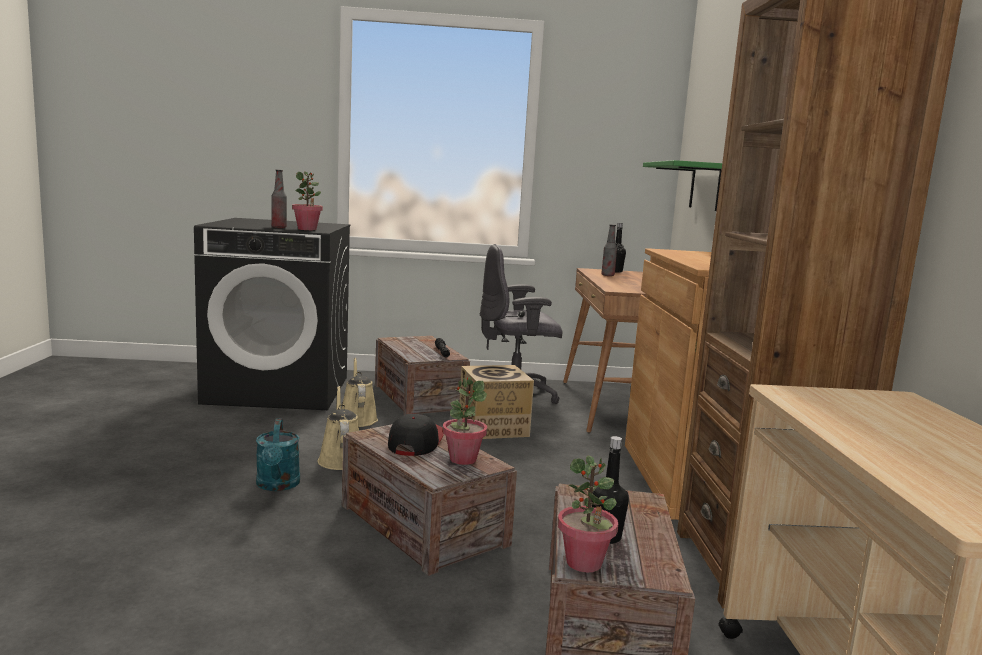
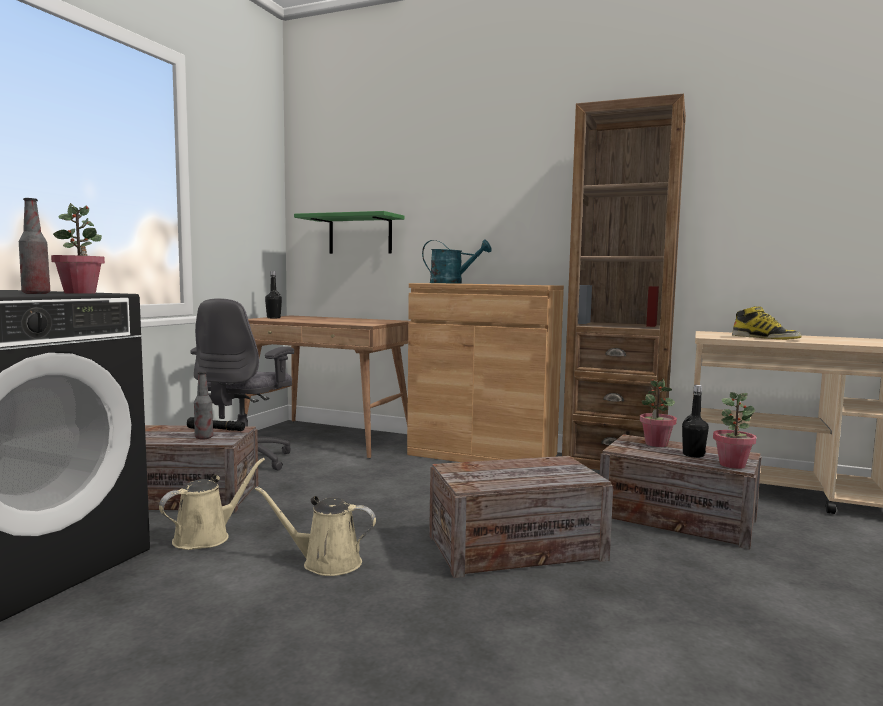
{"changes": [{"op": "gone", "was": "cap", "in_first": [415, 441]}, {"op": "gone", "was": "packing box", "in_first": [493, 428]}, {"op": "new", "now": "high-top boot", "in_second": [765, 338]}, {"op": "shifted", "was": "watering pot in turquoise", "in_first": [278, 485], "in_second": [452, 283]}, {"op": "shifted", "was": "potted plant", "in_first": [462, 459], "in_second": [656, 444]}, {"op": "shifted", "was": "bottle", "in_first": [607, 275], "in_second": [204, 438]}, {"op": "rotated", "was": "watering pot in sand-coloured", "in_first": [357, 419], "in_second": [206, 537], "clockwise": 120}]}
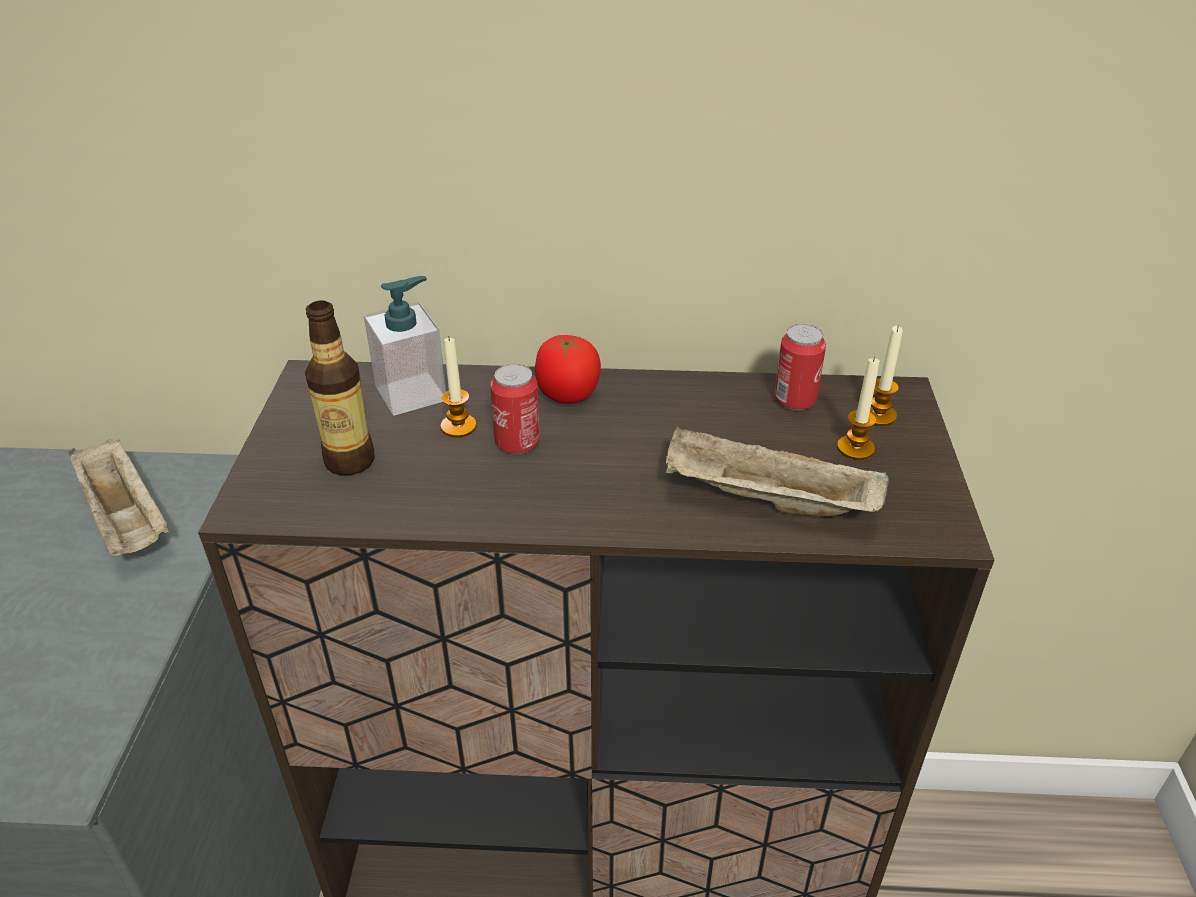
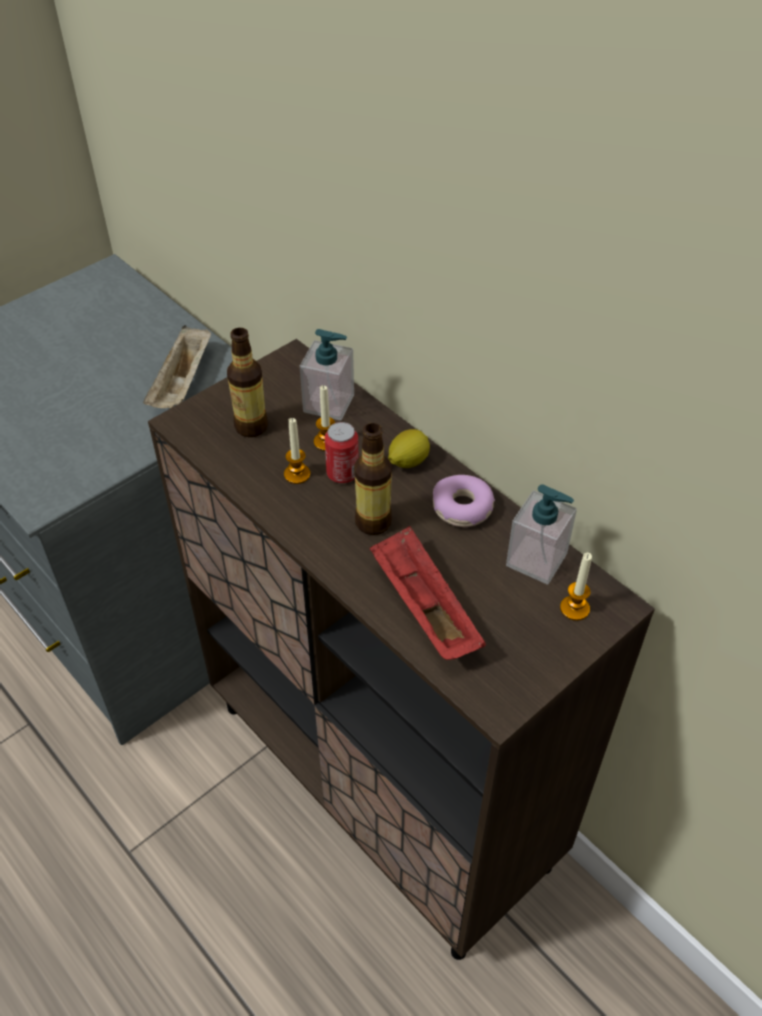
{"changes": [{"op": "new", "now": "bottle", "in_second": [373, 522]}, {"op": "new", "now": "donut", "in_second": [462, 508]}, {"op": "shifted", "was": "wax light", "in_first": [855, 448], "in_second": [297, 474]}, {"op": "swapped", "was": "fresh tomato", "now": "whole lemon", "in_first": [567, 395], "in_second": [408, 462]}, {"op": "swapped", "was": "sealed can", "now": "soap dispenser", "in_first": [794, 400], "in_second": [537, 560]}, {"op": "repainted", "was": "serving tray in sand-coloured", "now": "serving tray in red", "in_first": [765, 501], "in_second": [422, 608]}]}
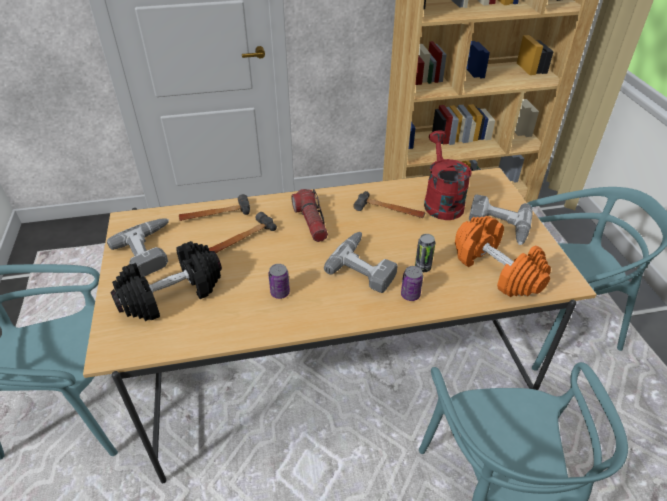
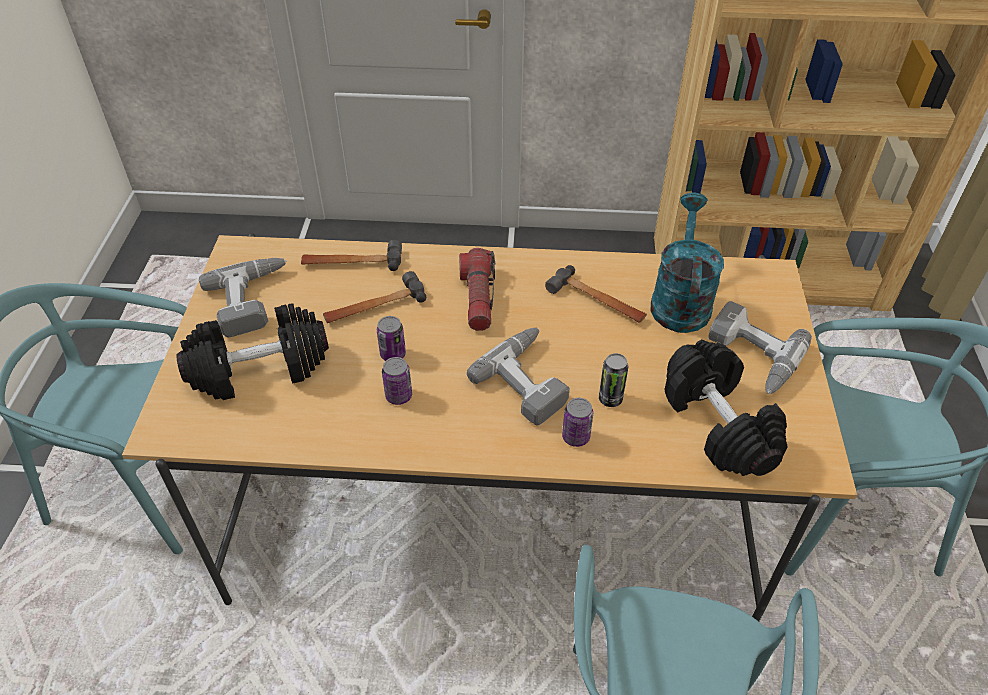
{"changes": [{"op": "new", "now": "sealed can", "in_second": [393, 354]}, {"op": "repainted", "was": "watering pot in red", "now": "watering pot in turquoise", "in_first": [441, 201], "in_second": [680, 300]}, {"op": "repainted", "was": "dumbbell in orangey", "now": "dumbbell in blackish", "in_first": [497, 270], "in_second": [719, 425]}]}
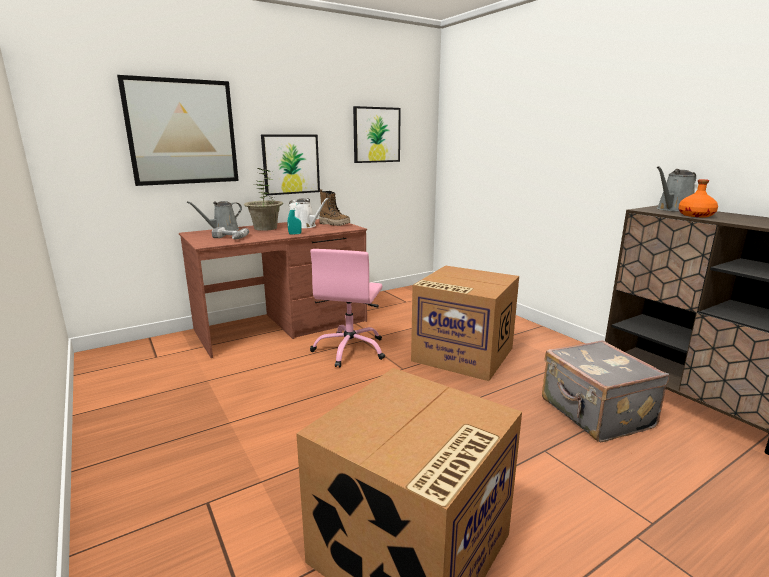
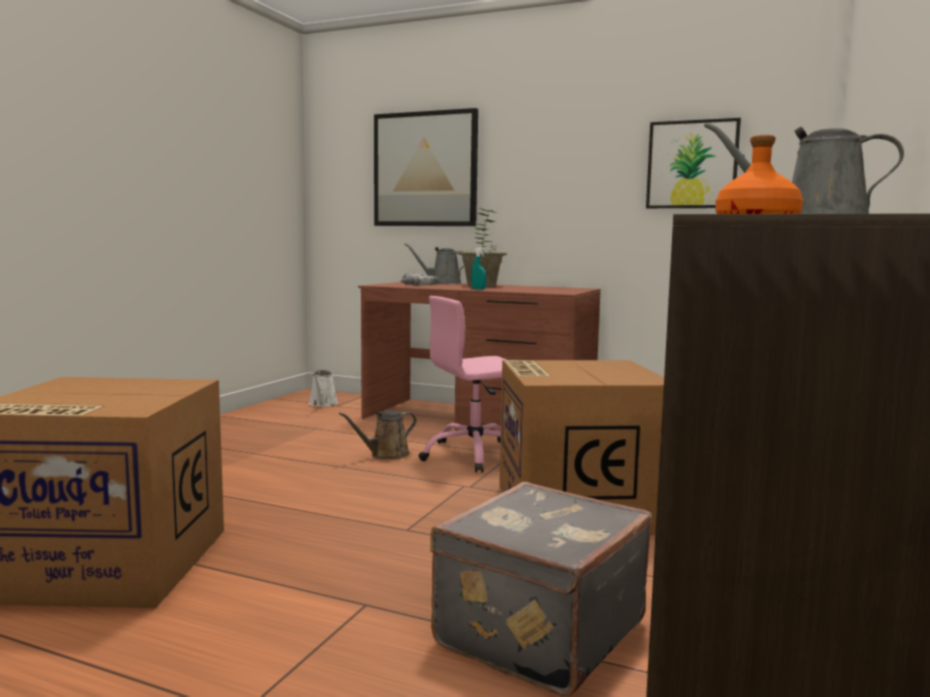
{"changes": [{"op": "gone", "was": "picture", "in_first": [291, 164]}, {"op": "gone", "was": "high-top boot", "in_first": [334, 224]}, {"op": "new", "now": "watering pot in brownish", "in_second": [386, 455]}, {"op": "shifted", "was": "watering pot in white", "in_first": [306, 226], "in_second": [322, 404]}]}
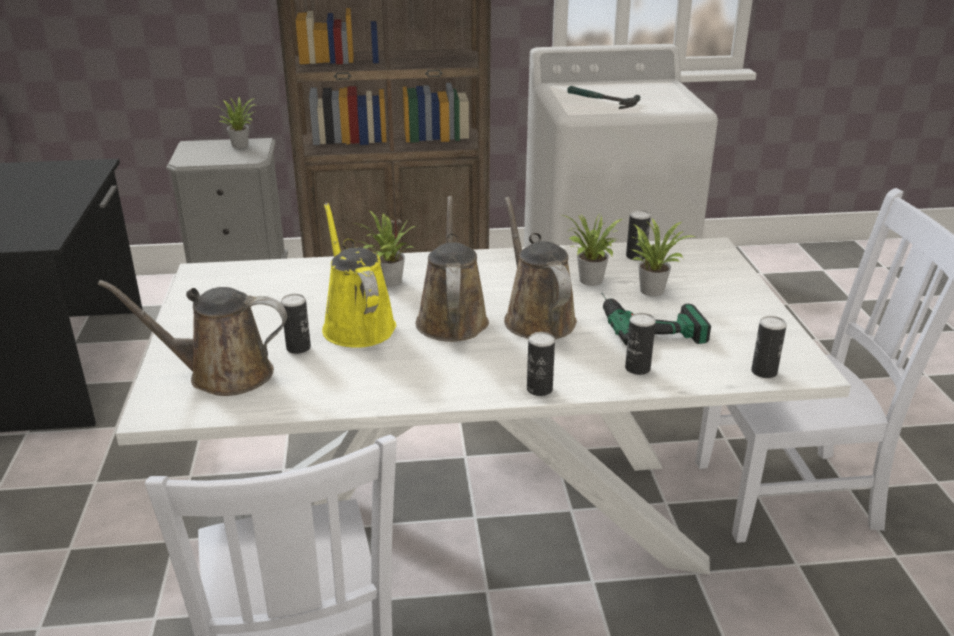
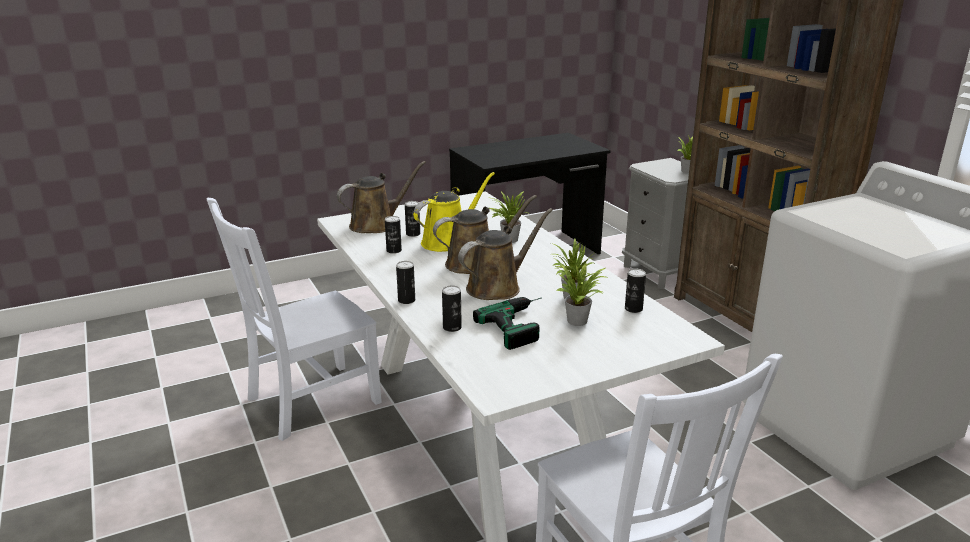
{"changes": [{"op": "gone", "was": "tool hammer", "in_first": [600, 101]}, {"op": "shifted", "was": "sealed can", "in_first": [764, 372], "in_second": [394, 250]}, {"op": "rotated", "was": "watering pot in brownish", "in_first": [222, 374], "in_second": [376, 224], "clockwise": 75}]}
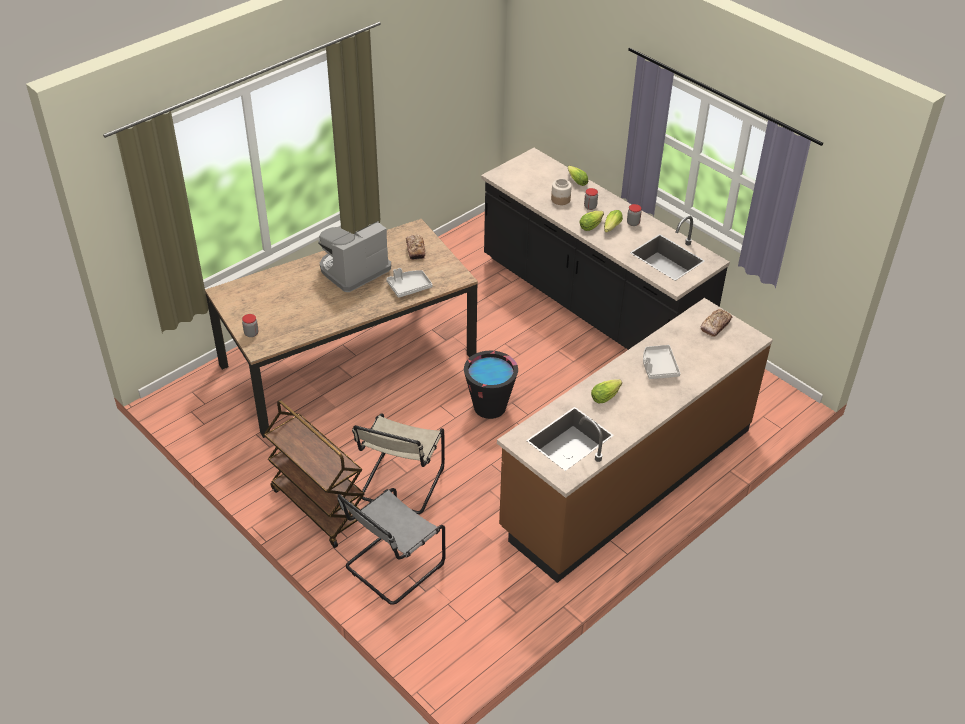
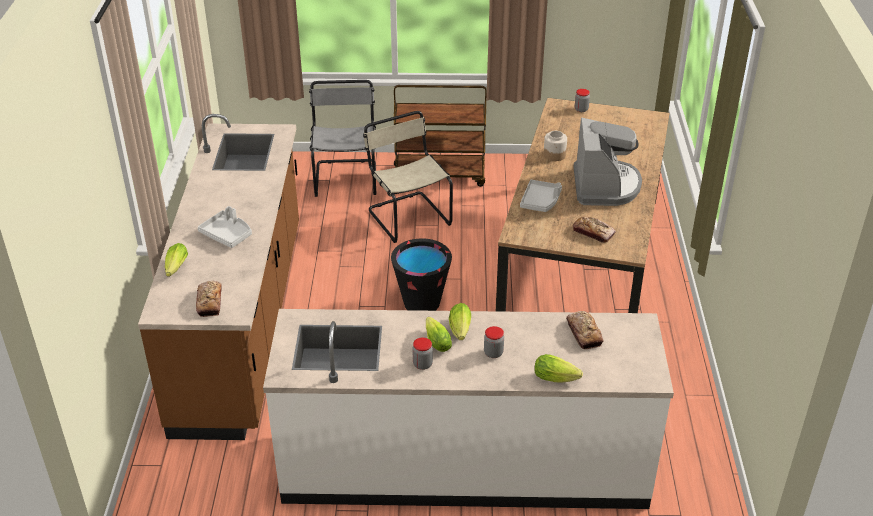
{"changes": [{"op": "new", "now": "bread", "in_second": [584, 333]}, {"op": "shifted", "was": "storage jar", "in_first": [560, 199], "in_second": [554, 155]}, {"op": "shifted", "was": "lettuce head", "in_first": [606, 396], "in_second": [175, 269]}, {"op": "repainted", "was": "kitchen counter in blackish", "now": "kitchen counter in white", "in_first": [591, 306], "in_second": [464, 465]}]}
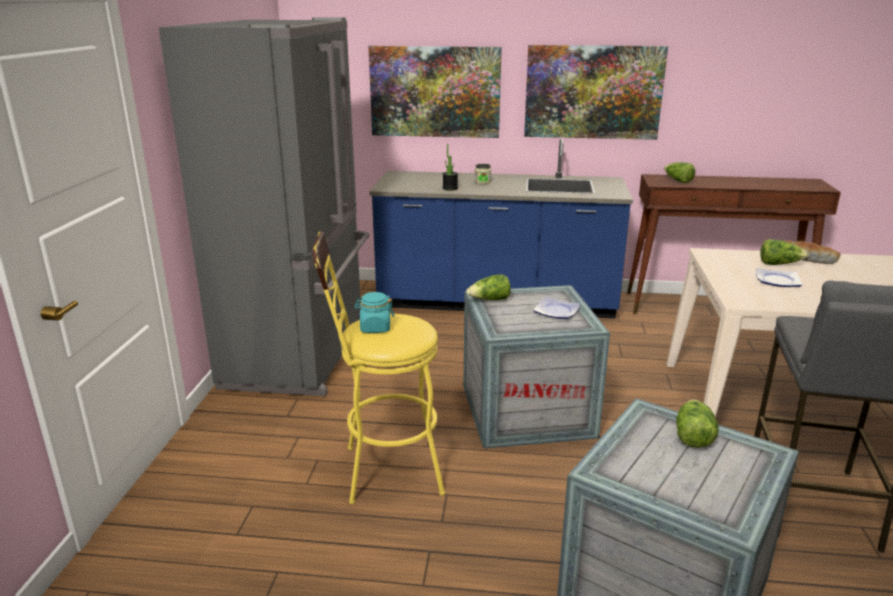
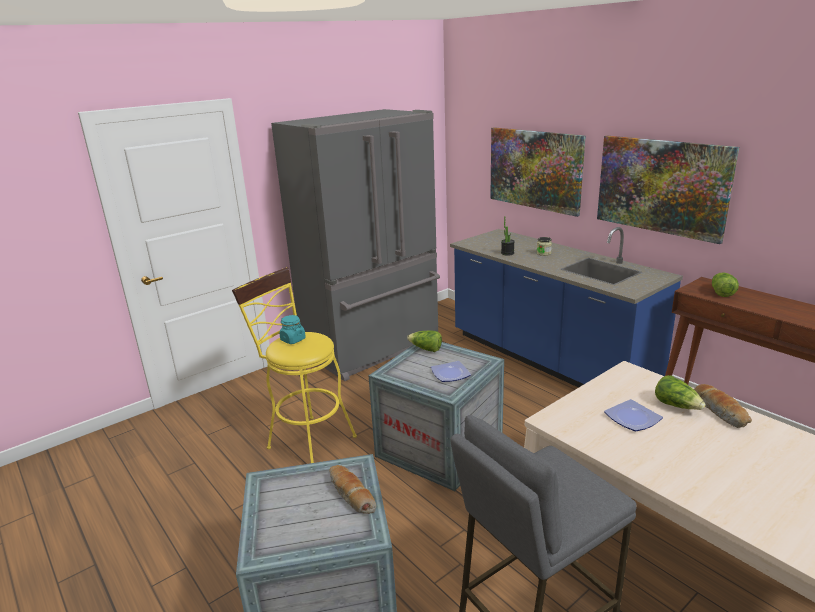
{"changes": [{"op": "swapped", "was": "lettuce head", "now": "bread", "in_first": [692, 436], "in_second": [351, 495]}]}
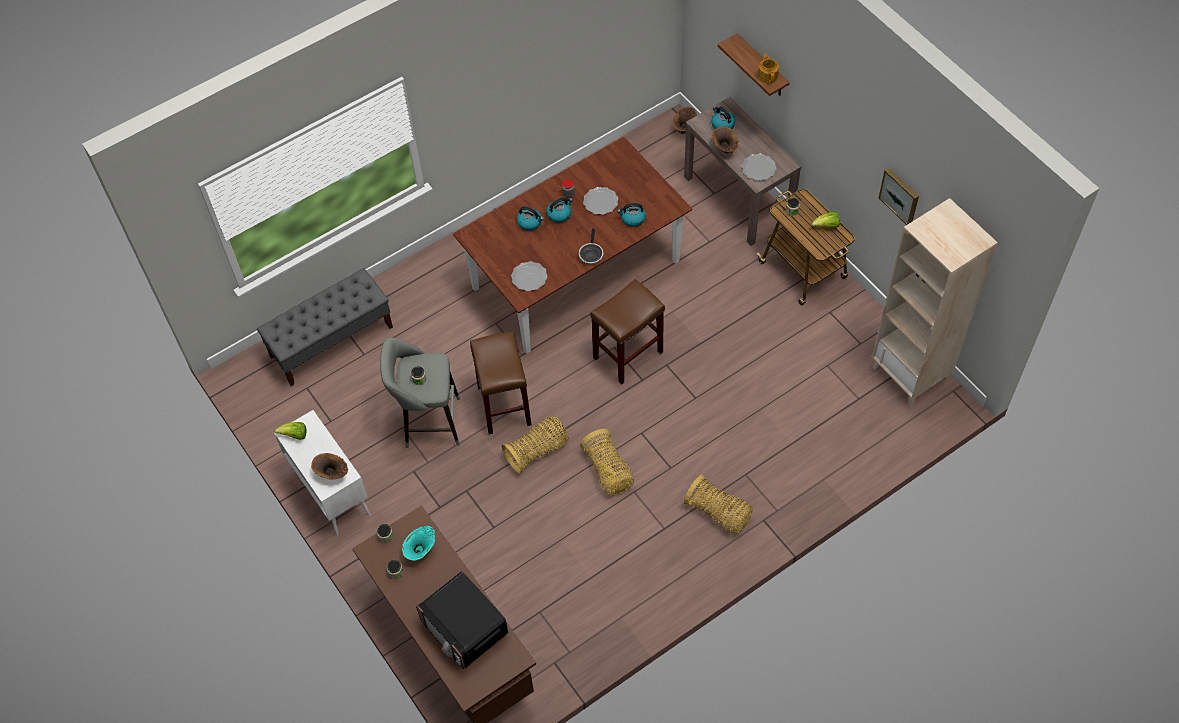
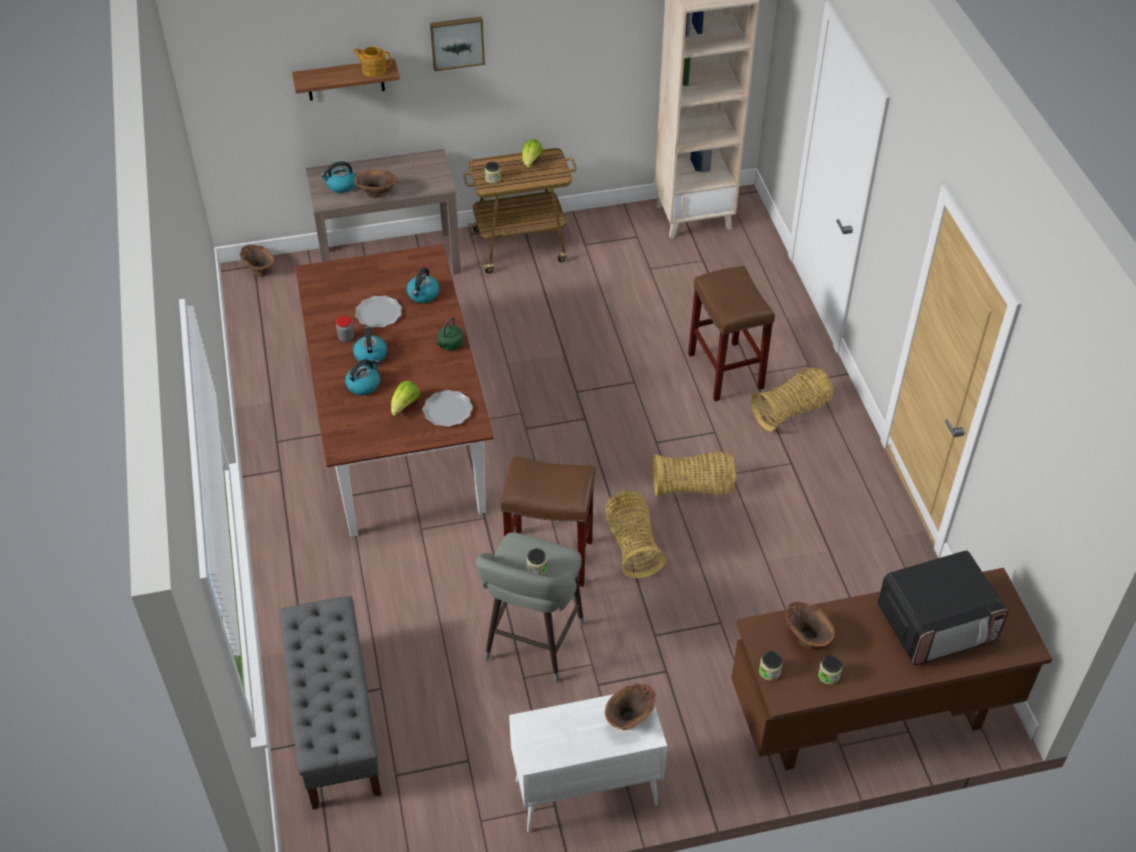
{"changes": [{"op": "gone", "was": "plate", "in_first": [758, 168]}, {"op": "shifted", "was": "lettuce head", "in_first": [295, 435], "in_second": [405, 406]}, {"op": "shifted", "was": "stool seat in brownish", "in_first": [627, 356], "in_second": [726, 372]}, {"op": "shifted", "was": "picture", "in_first": [900, 195], "in_second": [457, 42]}, {"op": "swapped", "was": "pan", "now": "water kettle in greenish", "in_first": [591, 254], "in_second": [450, 345]}, {"op": "repainted", "was": "vase in turquoise", "now": "vase in brownish", "in_first": [421, 551], "in_second": [806, 638]}]}
